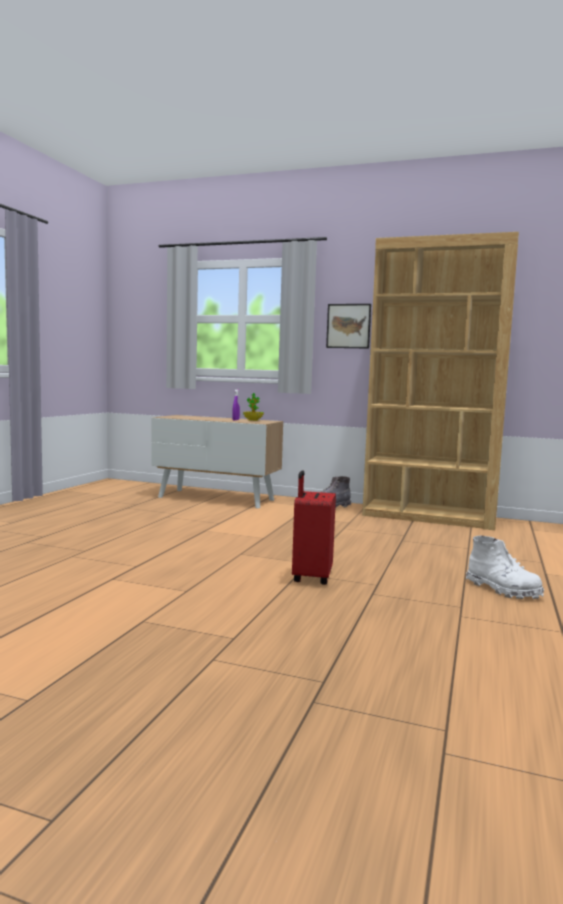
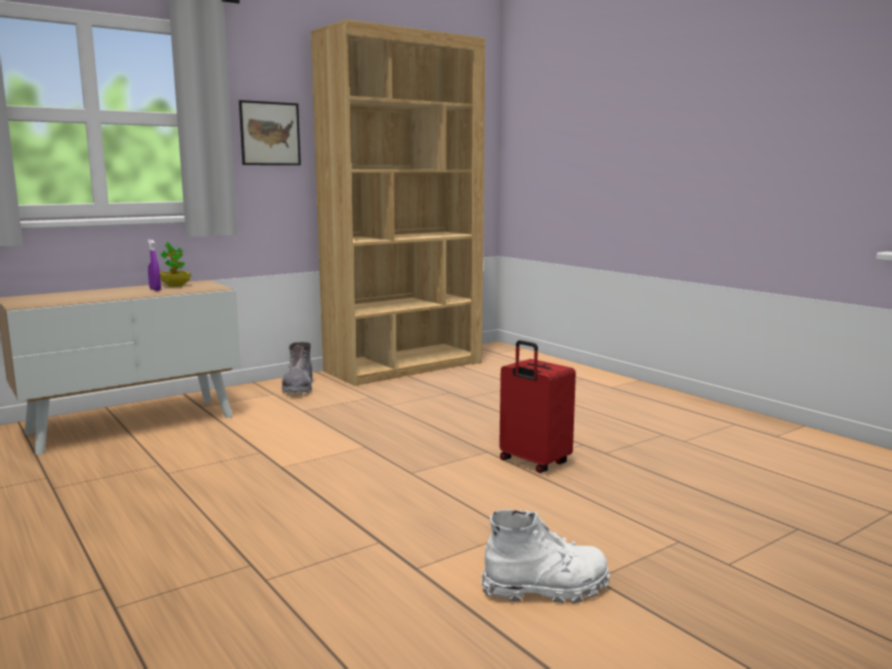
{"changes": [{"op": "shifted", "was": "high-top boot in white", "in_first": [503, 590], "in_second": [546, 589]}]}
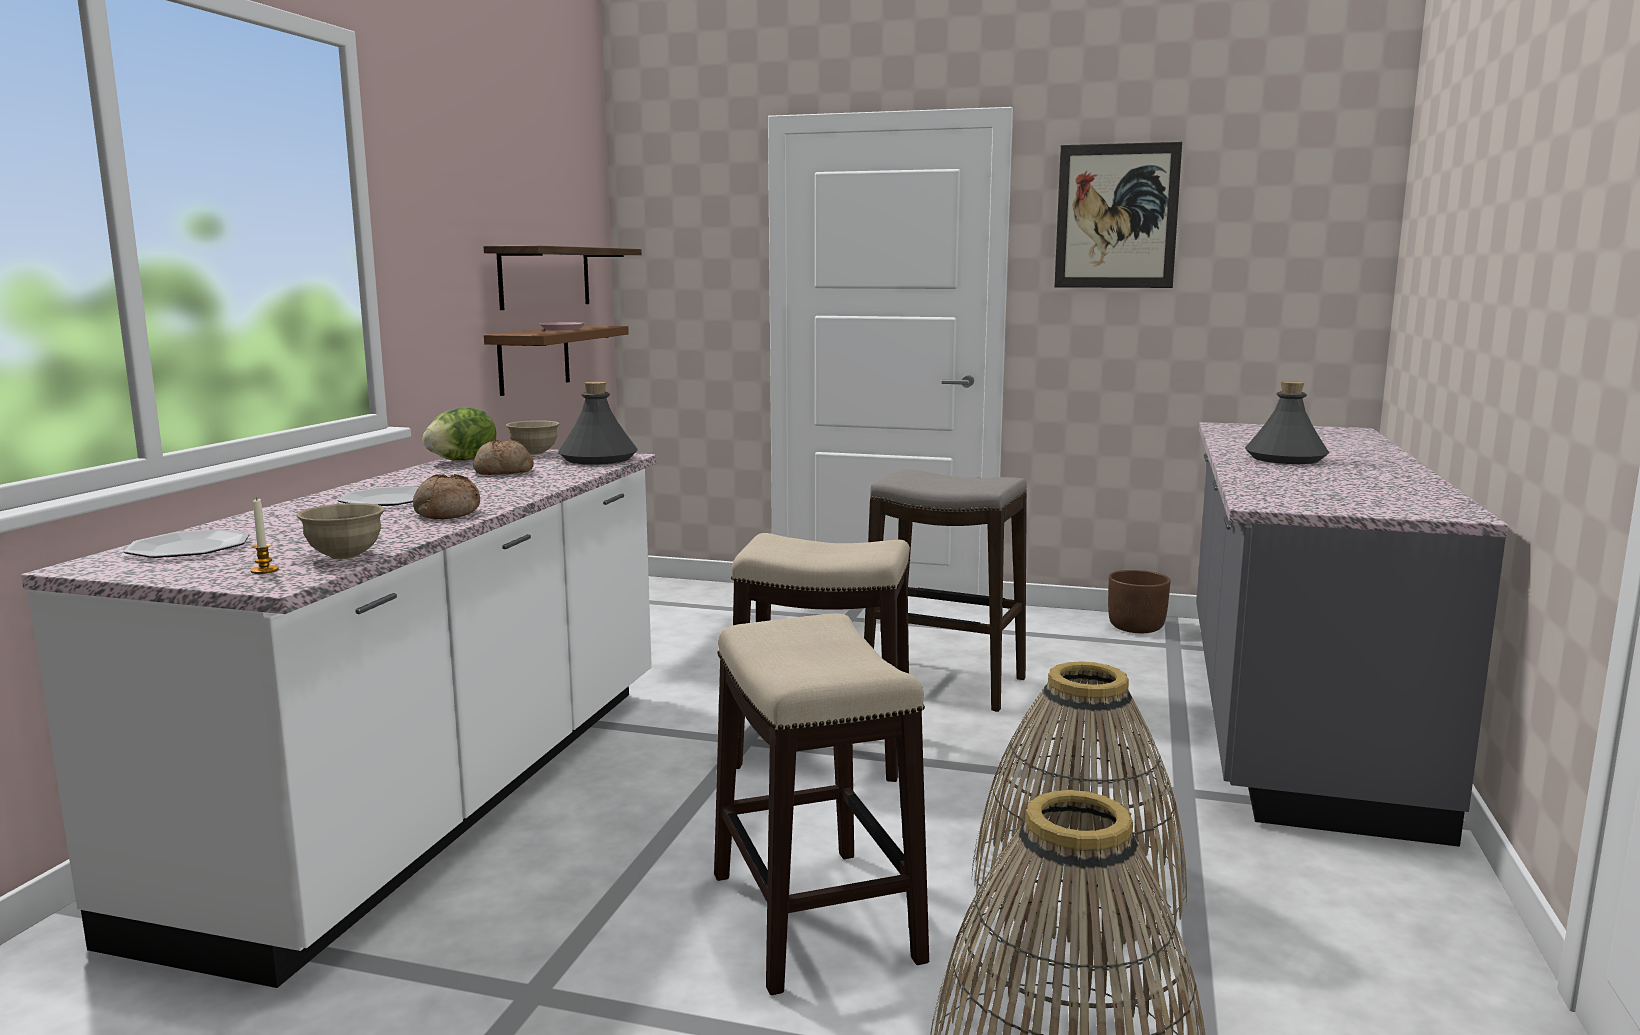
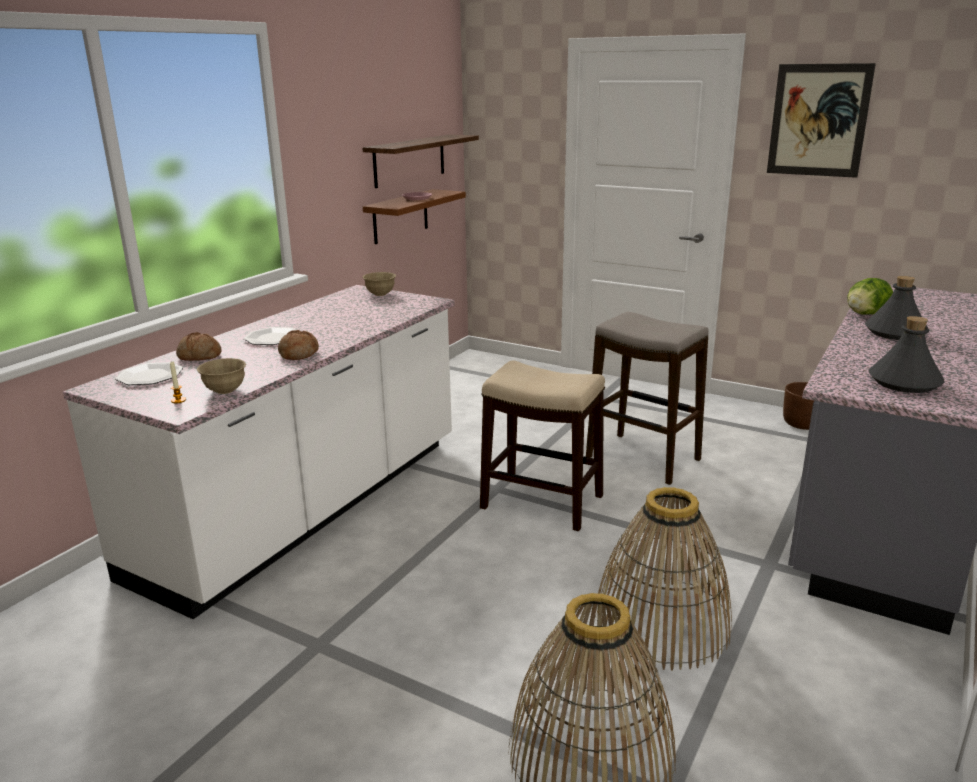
{"changes": [{"op": "gone", "was": "stool seat", "in_first": [815, 918]}, {"op": "shifted", "was": "lettuce head", "in_first": [462, 460], "in_second": [865, 314]}, {"op": "shifted", "was": "bread", "in_first": [503, 472], "in_second": [199, 356]}, {"op": "shifted", "was": "bottle in greyish", "in_first": [599, 459], "in_second": [905, 382]}]}
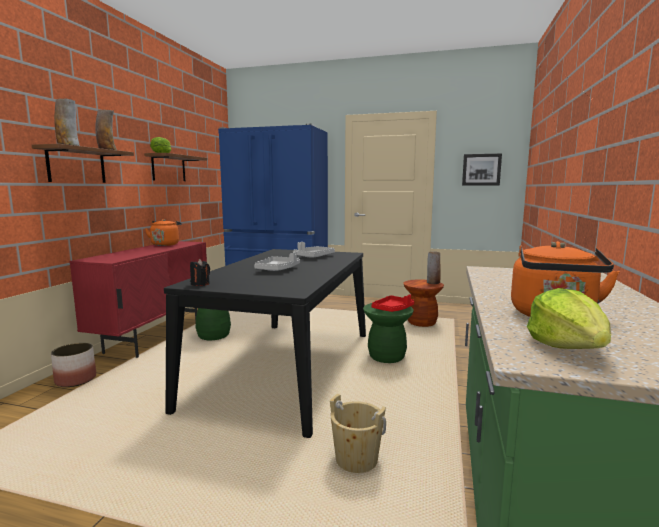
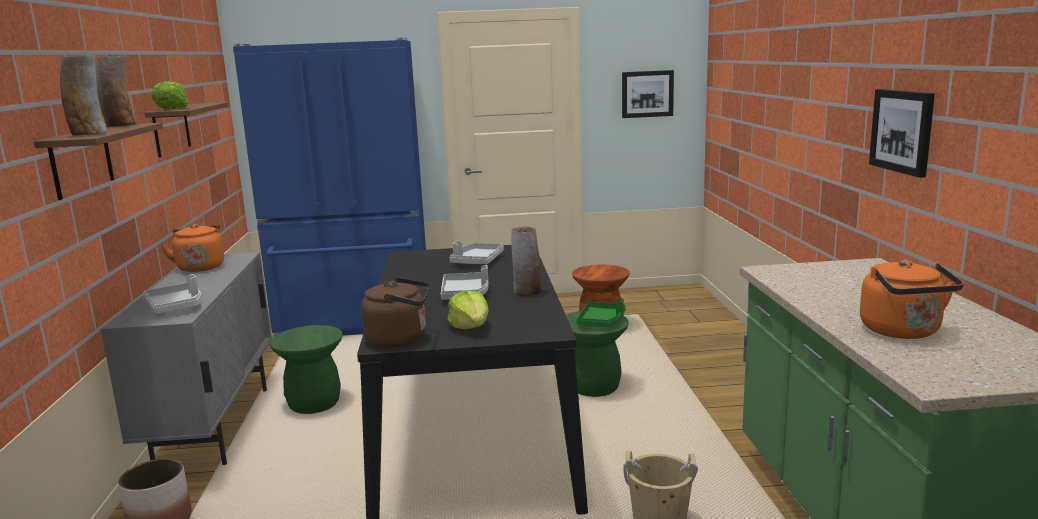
{"changes": [{"op": "new", "now": "serving tray in greyish", "in_second": [176, 307]}, {"op": "new", "now": "picture", "in_second": [902, 131]}, {"op": "shifted", "was": "vase", "in_first": [433, 283], "in_second": [527, 292]}, {"op": "shifted", "was": "lettuce head", "in_first": [567, 346], "in_second": [471, 327]}, {"op": "swapped", "was": "wax light in blackish", "now": "water kettle in brownish", "in_first": [200, 284], "in_second": [400, 339]}, {"op": "repainted", "was": "storage cabinet in red", "now": "storage cabinet in greyish", "in_first": [154, 338], "in_second": [215, 427]}, {"op": "repainted", "was": "serving tray in red", "now": "serving tray in greenish", "in_first": [393, 309], "in_second": [601, 322]}]}
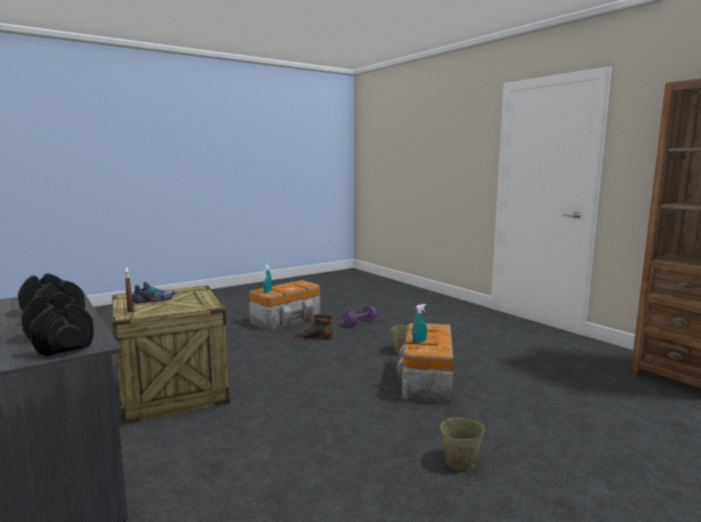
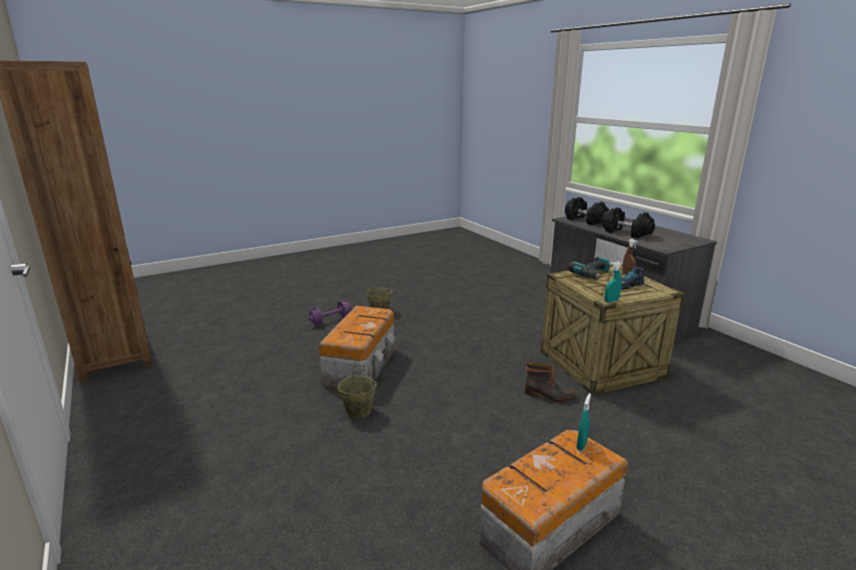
{"changes": [{"op": "new", "now": "electric drill", "in_second": [593, 274]}, {"op": "shifted", "was": "high-top boot", "in_first": [314, 337], "in_second": [549, 395]}, {"op": "shifted", "was": "dumbbell in purplish", "in_first": [360, 323], "in_second": [330, 321]}, {"op": "shifted", "was": "sprayer in turquoise", "in_first": [419, 342], "in_second": [611, 301]}]}
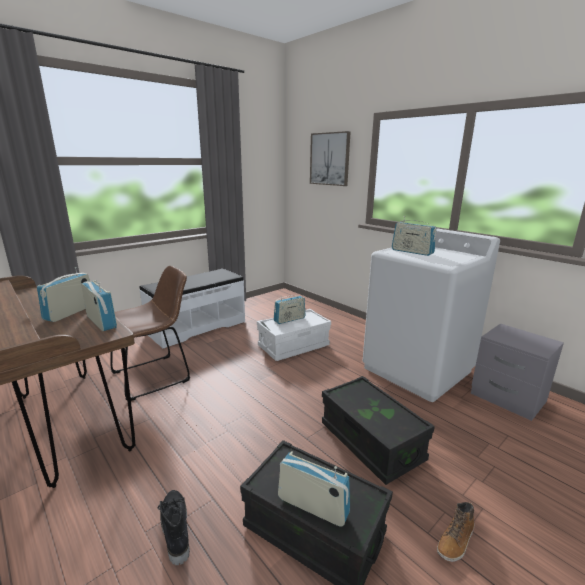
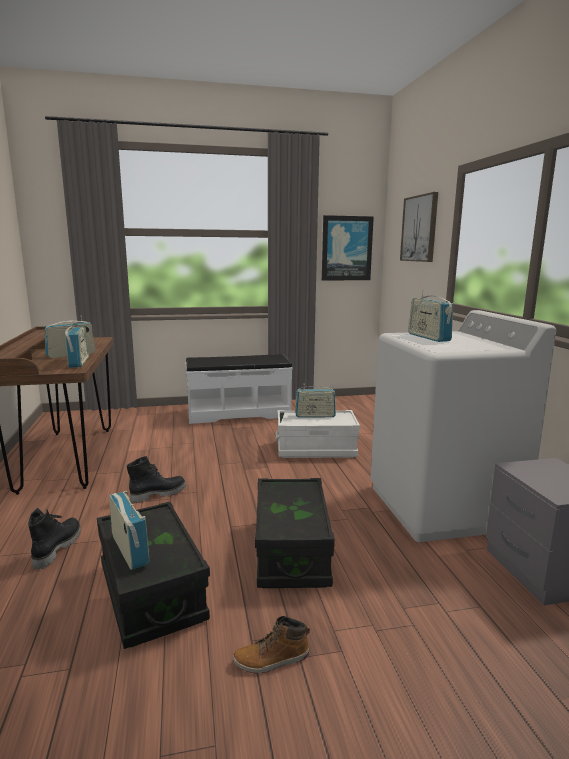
{"changes": [{"op": "gone", "was": "upright chair in brownish", "in_first": [155, 375]}, {"op": "new", "now": "high-top boot in blackish", "in_second": [158, 494]}, {"op": "new", "now": "picture", "in_second": [346, 248]}]}
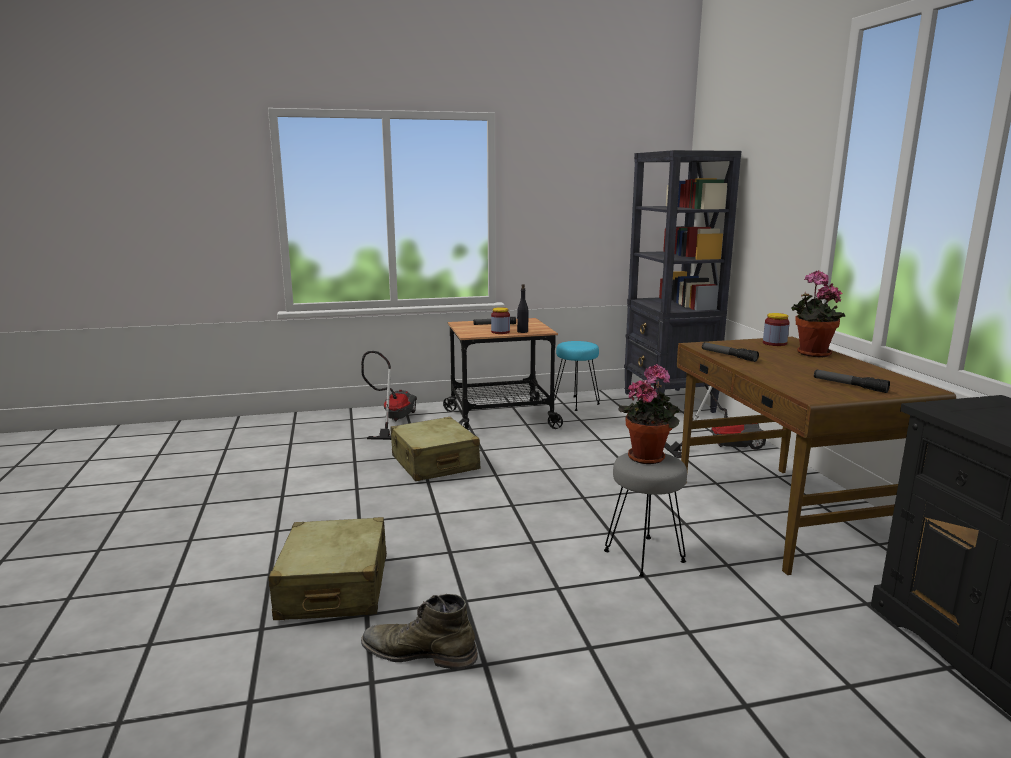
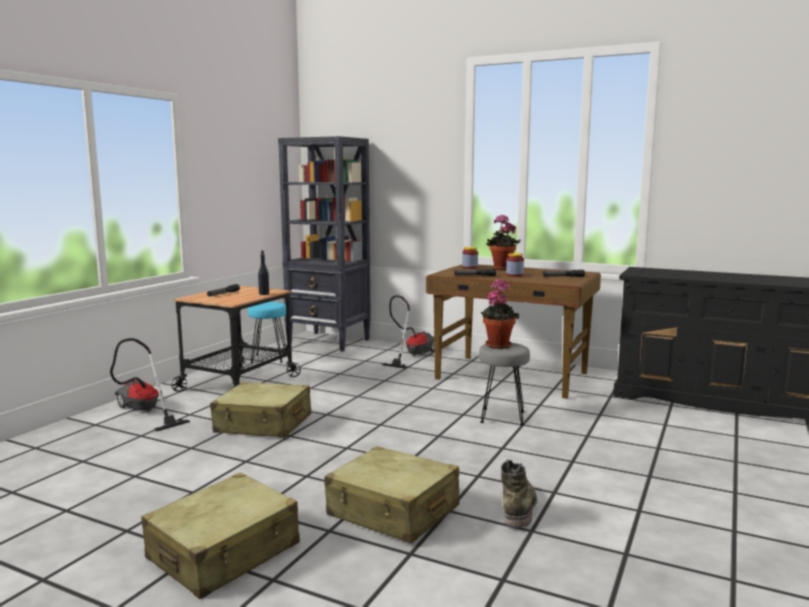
{"changes": [{"op": "new", "now": "suitcase in sand-coloured", "in_second": [224, 552]}, {"op": "shifted", "was": "storage jar", "in_first": [500, 332], "in_second": [514, 275]}, {"op": "rotated", "was": "high-top boot in greenish", "in_first": [419, 653], "in_second": [518, 507], "clockwise": 135}]}
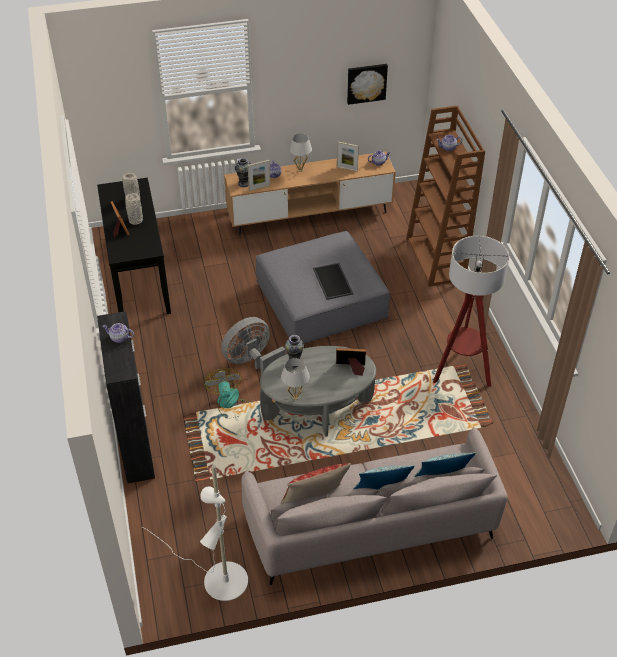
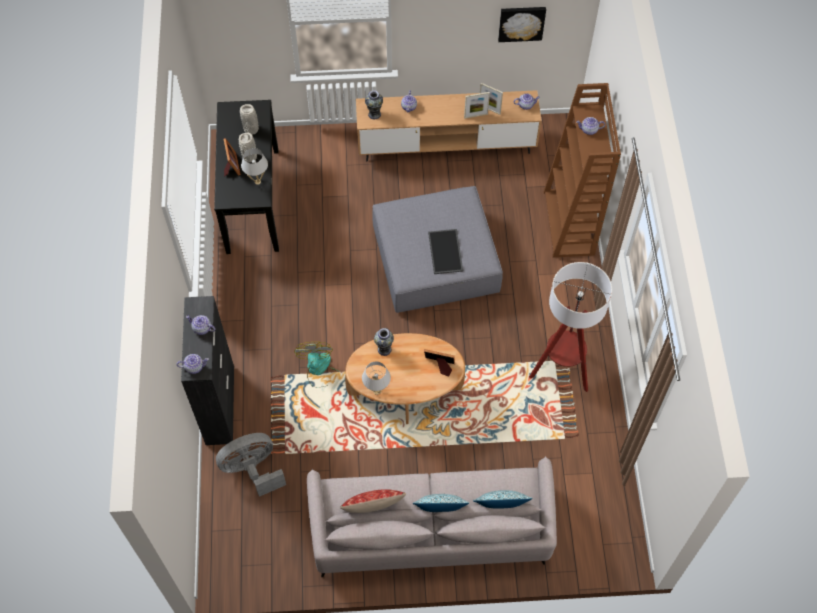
{"changes": [{"op": "gone", "was": "floor lamp in white", "in_first": [217, 576]}, {"op": "new", "now": "pot for tea", "in_second": [194, 366]}, {"op": "shifted", "was": "electric fan in greyish", "in_first": [252, 362], "in_second": [253, 469]}, {"op": "shifted", "was": "photo frame", "in_first": [259, 188], "in_second": [476, 116]}, {"op": "shifted", "was": "table lamp in white", "in_first": [300, 170], "in_second": [258, 182]}, {"op": "repainted", "was": "coffee table in greyish", "now": "coffee table in brownish", "in_first": [318, 410], "in_second": [405, 391]}]}
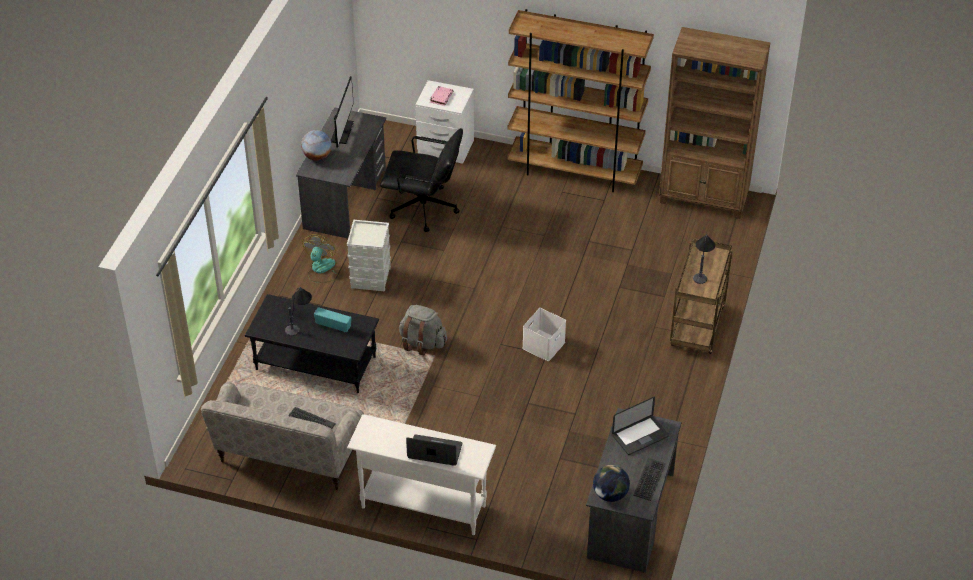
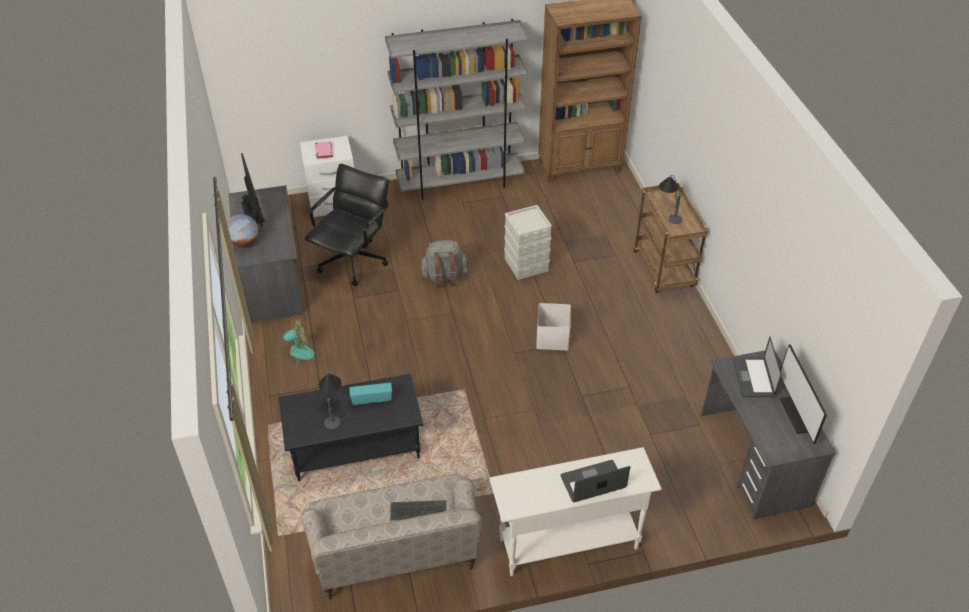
{"changes": [{"op": "gone", "was": "globe", "in_first": [610, 494]}, {"op": "shifted", "was": "storage container in greyish", "in_first": [370, 277], "in_second": [525, 264]}, {"op": "shifted", "was": "rucksack in greyish", "in_first": [422, 343], "in_second": [444, 277]}, {"op": "swapped", "was": "PC keyboard", "now": "monitor", "in_first": [649, 479], "in_second": [798, 415]}, {"op": "repainted", "was": "bookcase in brownish", "now": "bookcase in greyish", "in_first": [574, 172], "in_second": [460, 183]}, {"op": "rotated", "was": "electric fan", "in_first": [321, 270], "in_second": [295, 354], "clockwise": 90}, {"op": "rotated", "was": "office chair in blackish", "in_first": [424, 209], "in_second": [353, 261], "clockwise": -45}, {"op": "rotated", "was": "laptop", "in_first": [640, 436], "in_second": [753, 377], "clockwise": 150}]}
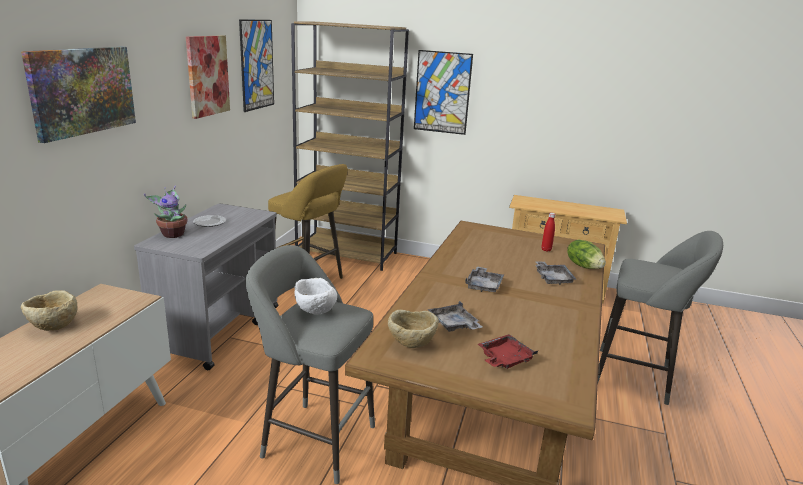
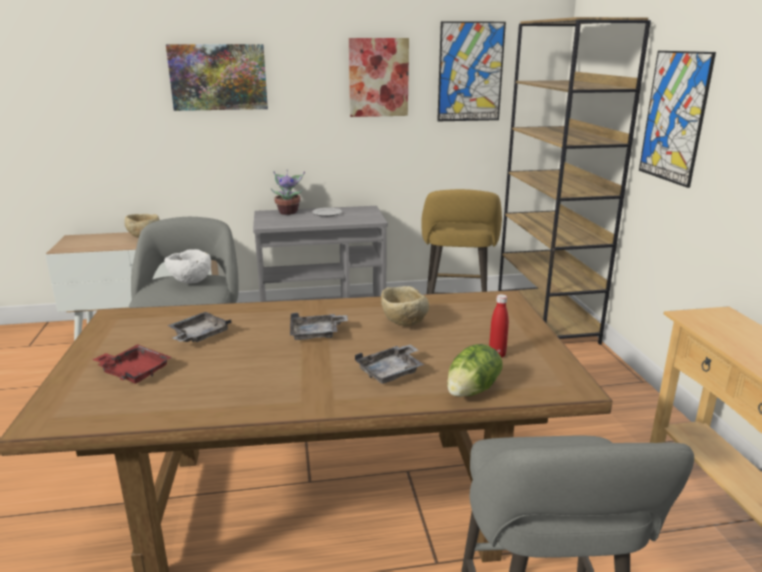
{"changes": [{"op": "shifted", "was": "serving bowl in sand-coloured", "in_first": [411, 345], "in_second": [403, 324]}]}
